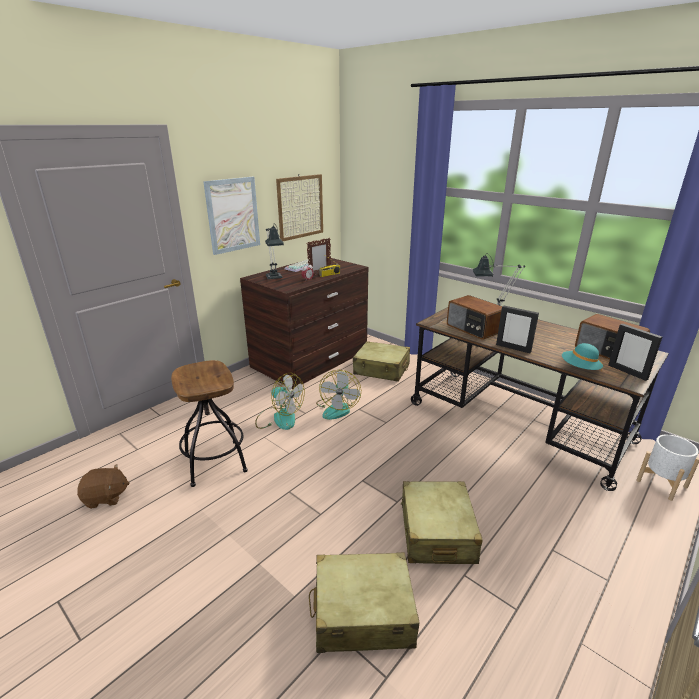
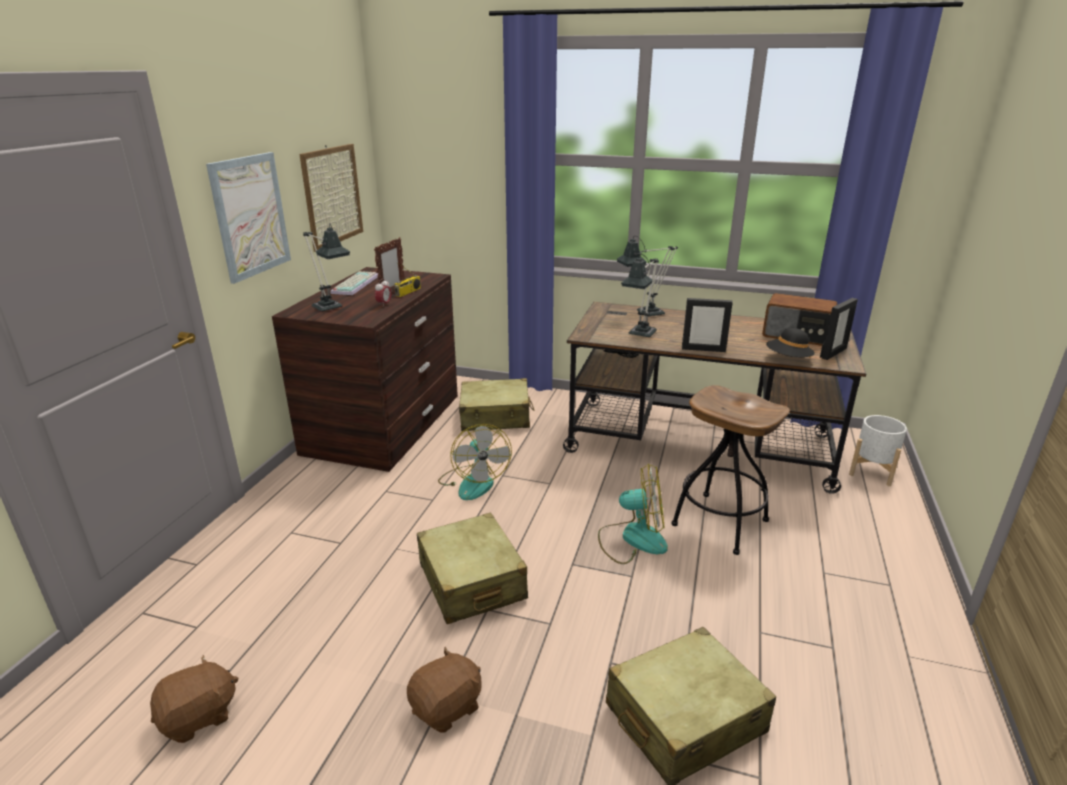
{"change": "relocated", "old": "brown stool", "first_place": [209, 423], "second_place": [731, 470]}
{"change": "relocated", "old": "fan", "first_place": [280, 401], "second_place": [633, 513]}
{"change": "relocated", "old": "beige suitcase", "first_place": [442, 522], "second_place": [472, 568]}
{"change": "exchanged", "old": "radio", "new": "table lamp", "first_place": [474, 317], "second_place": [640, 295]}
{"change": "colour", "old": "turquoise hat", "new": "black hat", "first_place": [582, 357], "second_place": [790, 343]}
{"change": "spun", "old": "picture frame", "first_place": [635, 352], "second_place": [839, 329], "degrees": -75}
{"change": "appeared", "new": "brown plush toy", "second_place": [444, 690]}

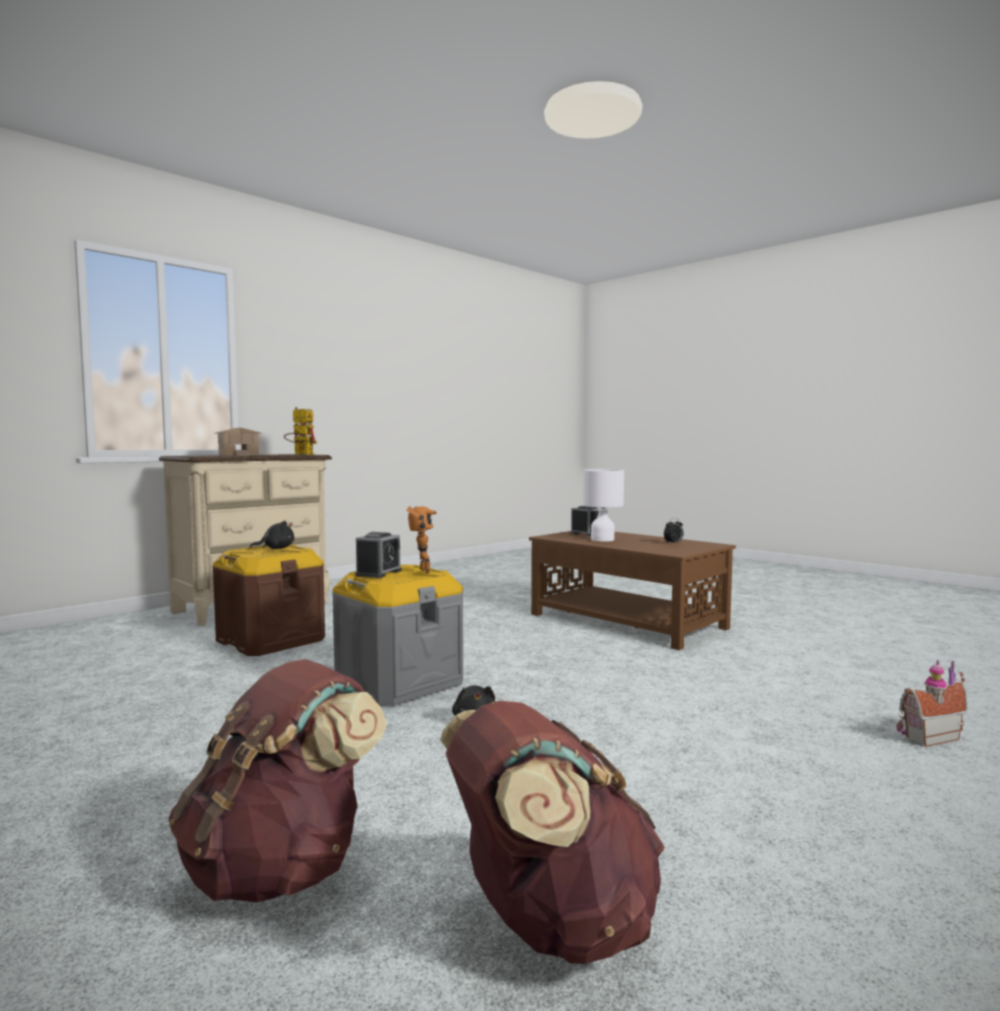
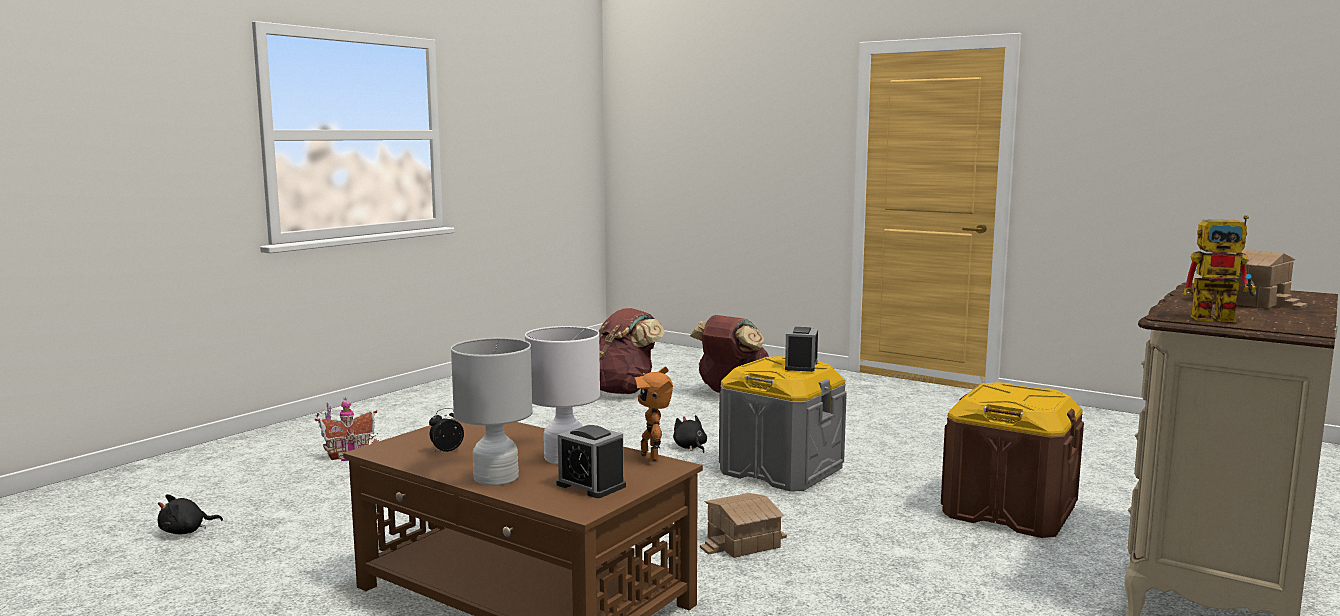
{"change": "relocated", "old": "black plush toy", "first_place": [272, 535], "second_place": [190, 514]}
{"change": "relocated", "old": "toy robot", "first_place": [422, 540], "second_place": [653, 414]}
{"change": "appeared", "new": "grey table lamp", "second_place": [492, 411]}
{"change": "appeared", "new": "toy house", "second_place": [743, 525]}

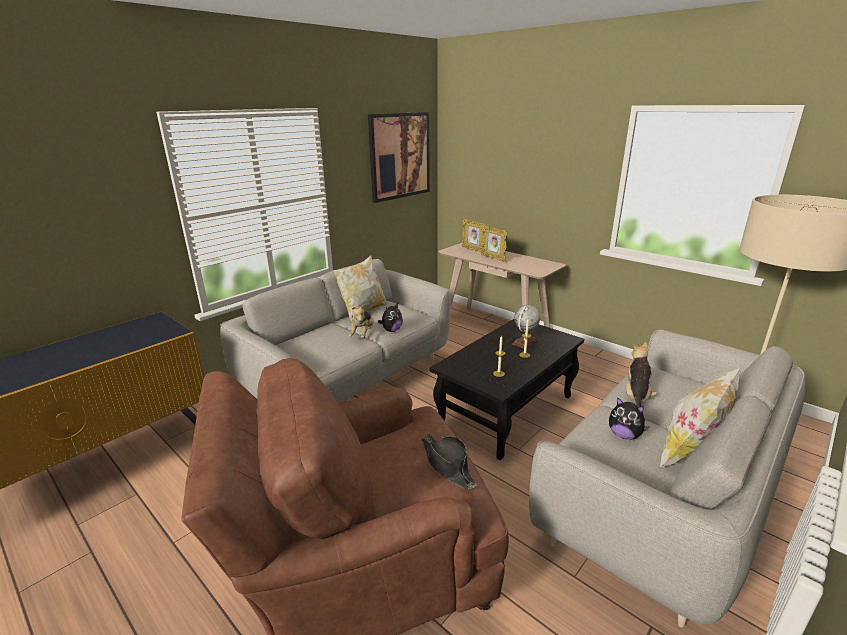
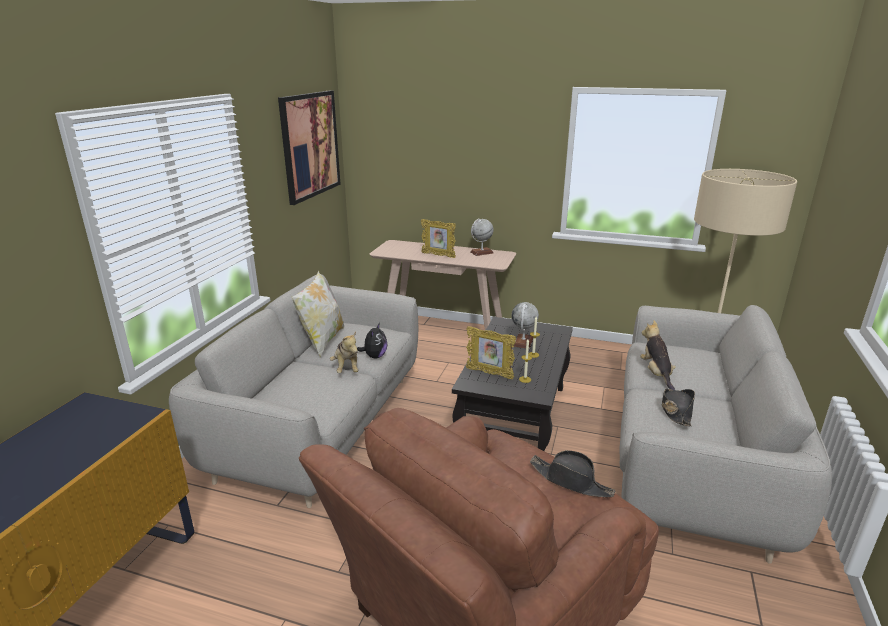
{"change": "relocated", "old": "picture frame", "first_place": [474, 236], "second_place": [491, 352]}
{"change": "exchanged", "old": "plush toy", "new": "black hat", "first_place": [629, 418], "second_place": [678, 407]}
{"change": "missing", "old": "pillow", "first_place": [700, 418]}
{"change": "appeared", "new": "globe", "second_place": [482, 237]}

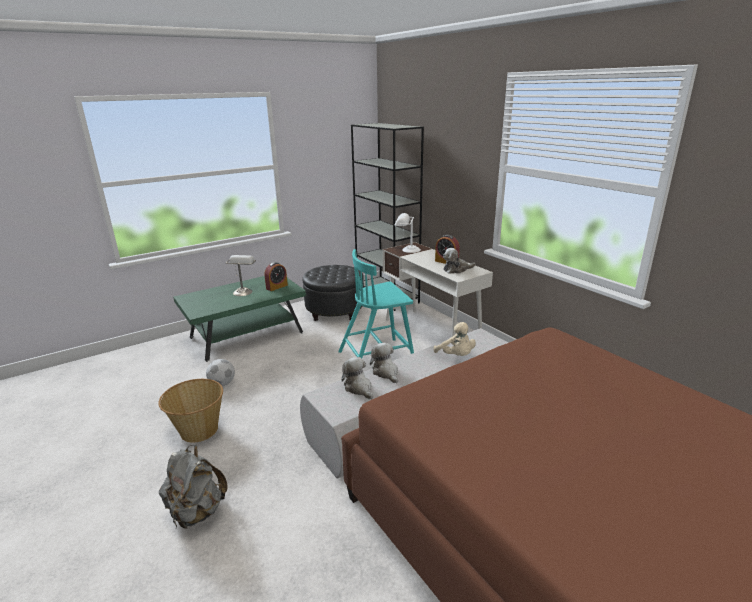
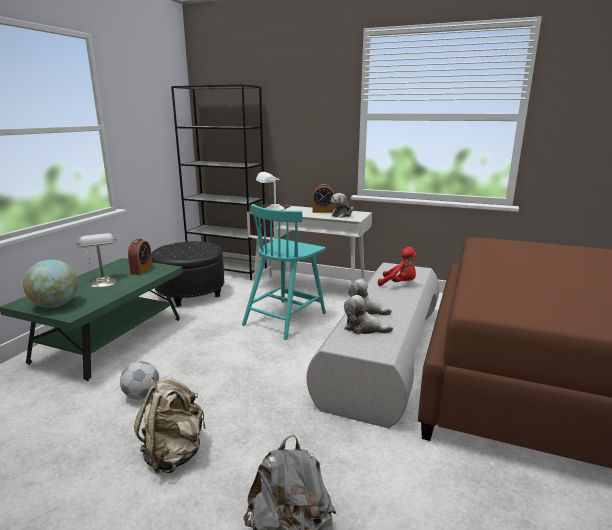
{"change": "exchanged", "old": "basket", "new": "beige backpack", "first_place": [190, 411], "second_place": [169, 425]}
{"change": "colour", "old": "beige plush toy", "new": "red plush toy", "first_place": [455, 339], "second_place": [397, 266]}
{"change": "appeared", "new": "globe", "second_place": [50, 284]}

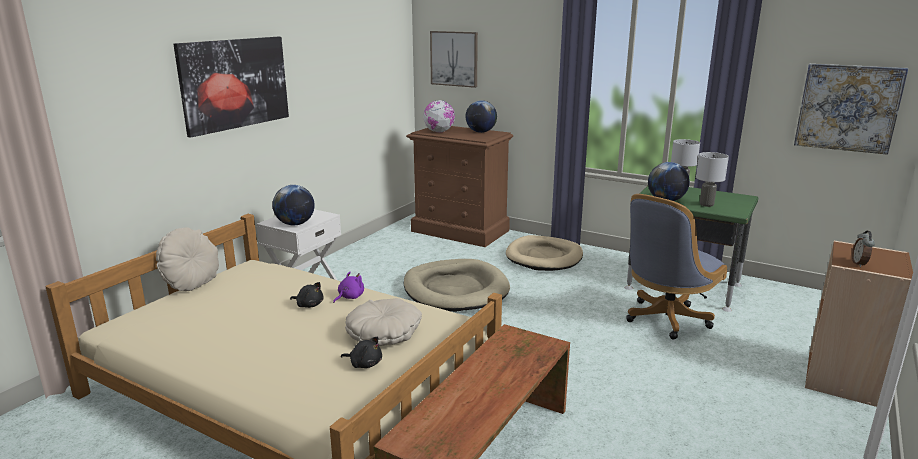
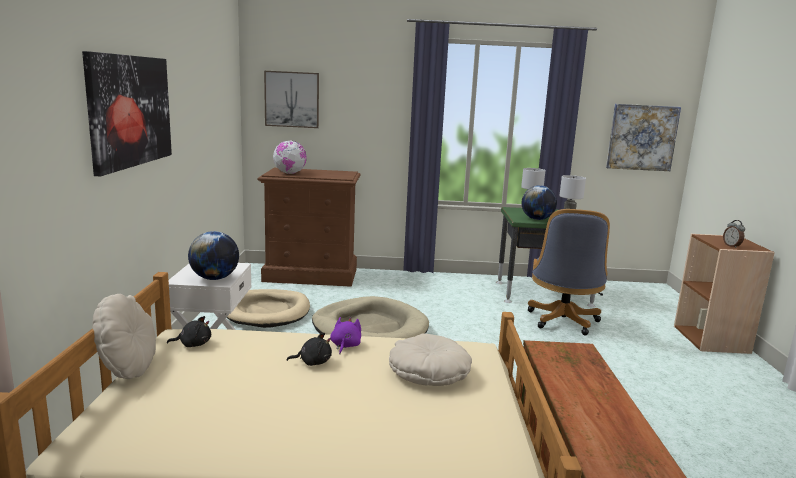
{"change": "relocated", "old": "black plush toy", "first_place": [361, 352], "second_place": [189, 331]}
{"change": "missing", "old": "globe", "first_place": [481, 116]}
{"change": "relocated", "old": "beige dog bed", "first_place": [544, 253], "second_place": [268, 308]}

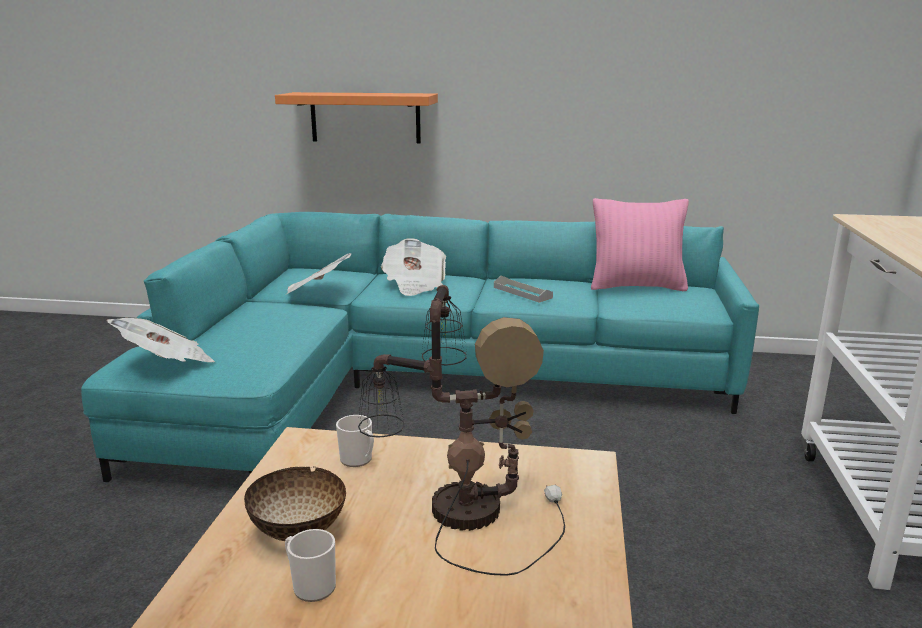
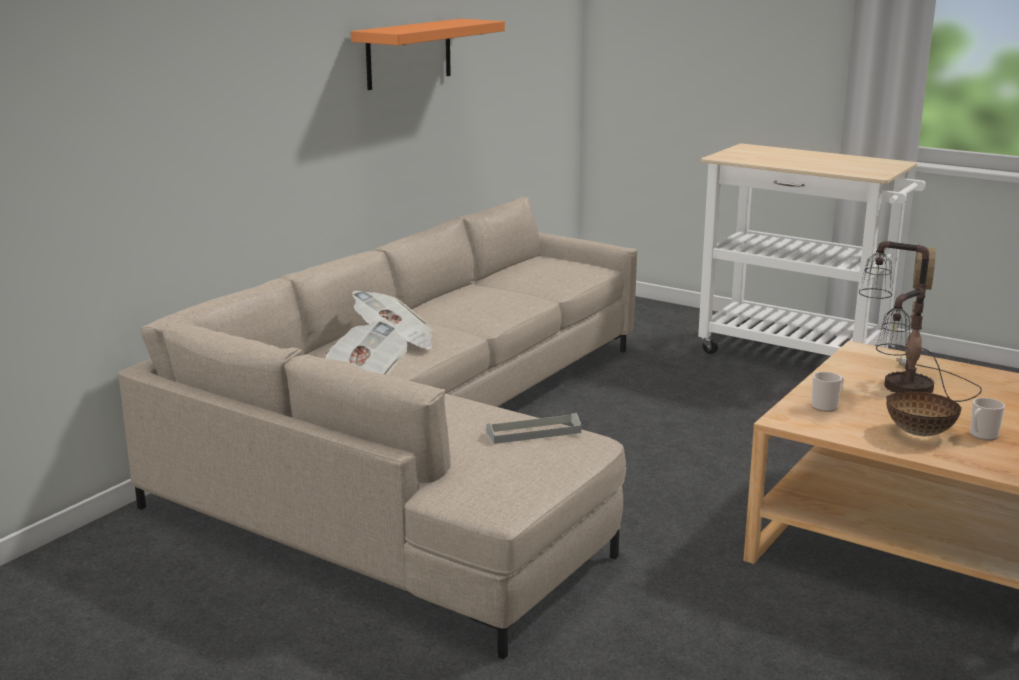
{"change": "colour", "old": "turquoise sofa", "new": "beige sofa", "first_place": [420, 347], "second_place": [377, 427]}
{"change": "missing", "old": "newspaper", "first_place": [161, 340]}
{"change": "relocated", "old": "orange shelf", "first_place": [356, 117], "second_place": [428, 54]}
{"change": "relocated", "old": "grey tray", "first_place": [523, 289], "second_place": [533, 428]}
{"change": "missing", "old": "pink pillow", "first_place": [640, 244]}

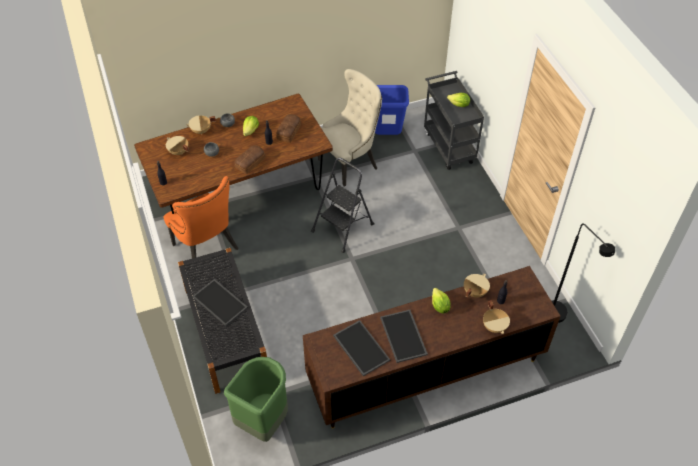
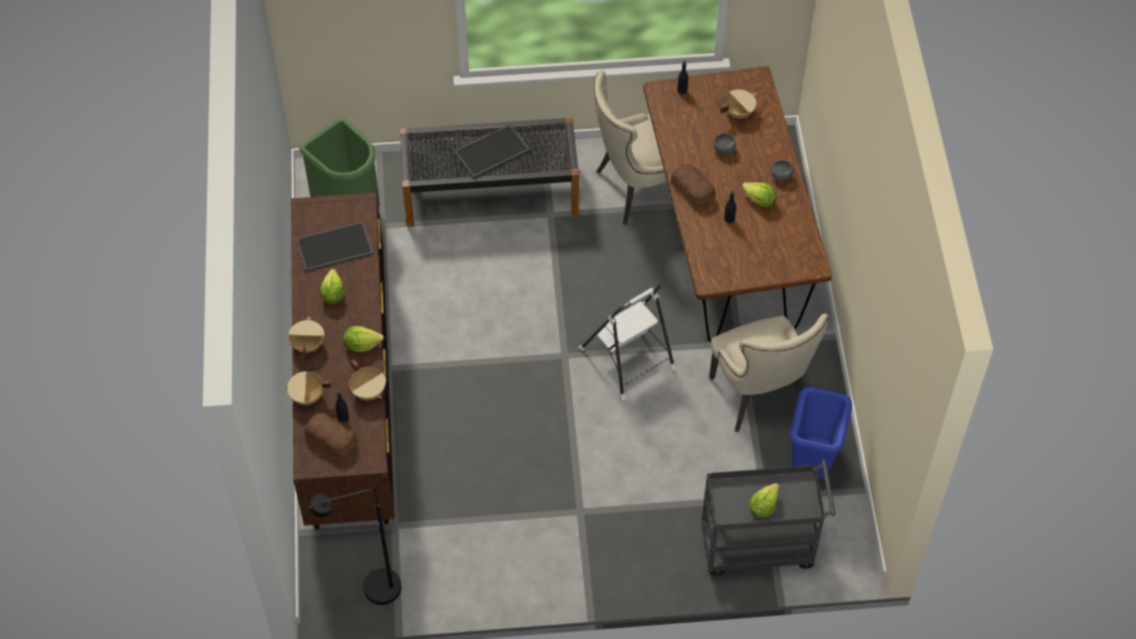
{"change": "colour", "old": "orange chair", "new": "beige chair", "first_place": [200, 217], "second_place": [630, 147]}
{"change": "relocated", "old": "beige cooking pot", "first_place": [201, 125], "second_place": [306, 336]}
{"change": "relocated", "old": "bread", "first_place": [288, 128], "second_place": [331, 435]}
{"change": "colour", "old": "black step ladder", "new": "white step ladder", "first_place": [343, 205], "second_place": [628, 342]}
{"change": "exchanged", "old": "tray", "new": "lettuce", "first_place": [404, 336], "second_place": [332, 286]}

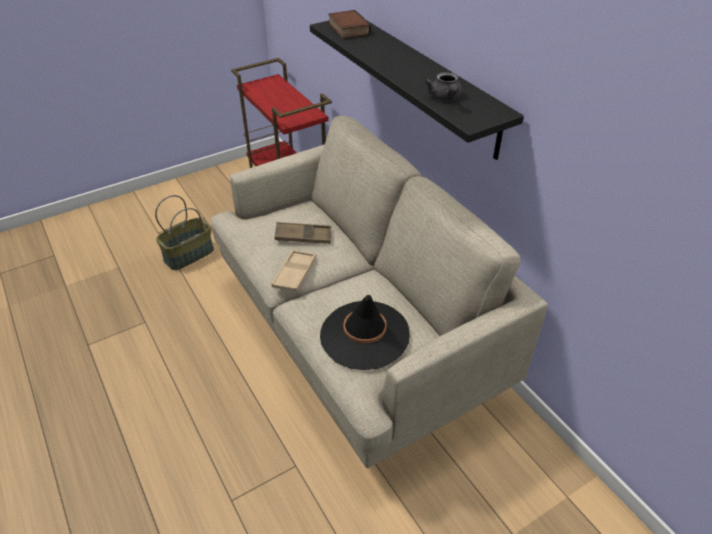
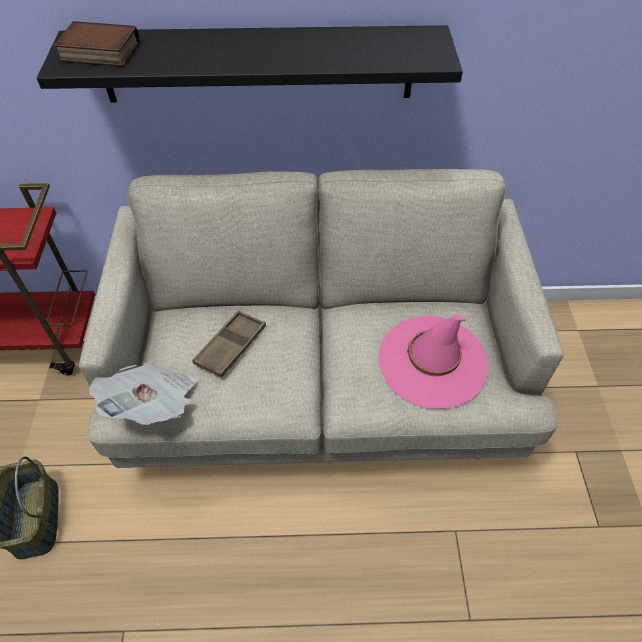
{"change": "missing", "old": "beige tray", "first_place": [294, 271]}
{"change": "colour", "old": "black hat", "new": "pink hat", "first_place": [365, 332], "second_place": [433, 361]}
{"change": "missing", "old": "grey teapot", "first_place": [443, 86]}
{"change": "appeared", "new": "newspaper", "second_place": [143, 393]}

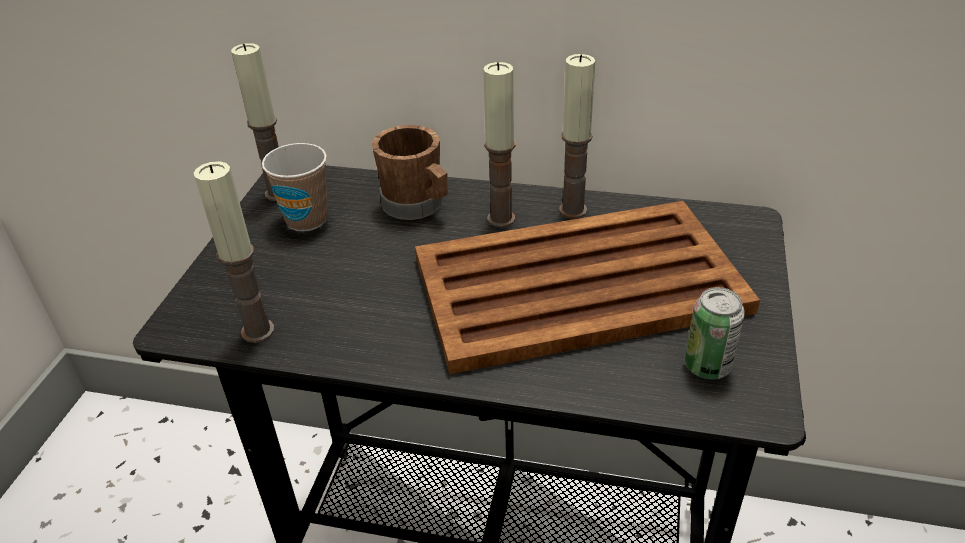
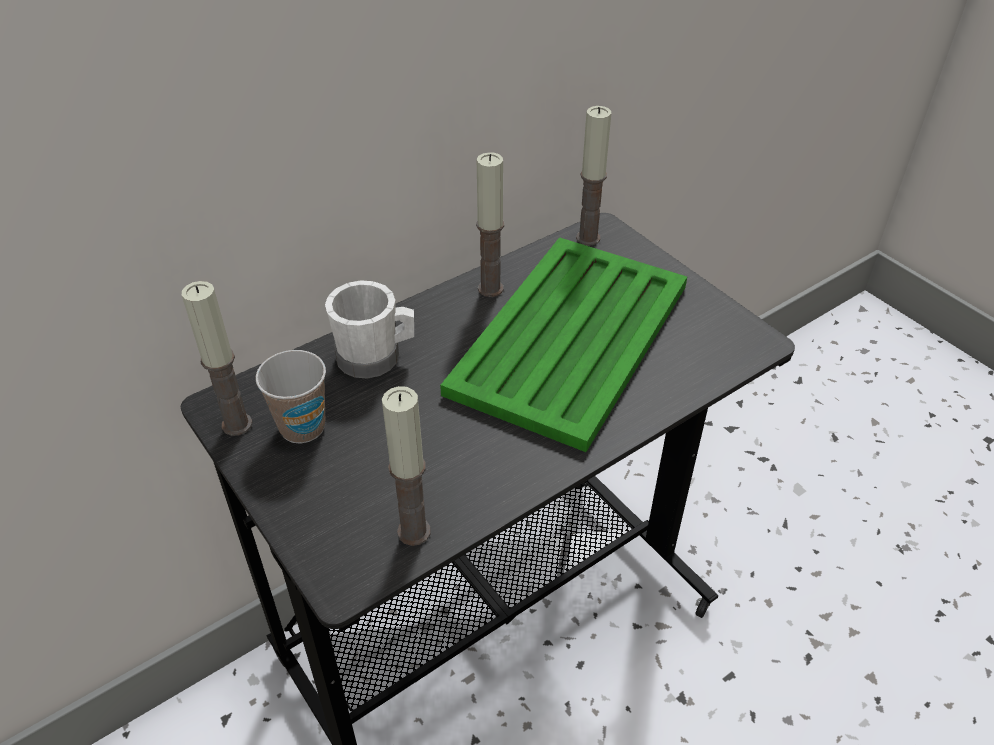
{"change": "colour", "old": "brown mug", "new": "white mug", "first_place": [409, 172], "second_place": [369, 329]}
{"change": "colour", "old": "brown tray", "new": "green tray", "first_place": [587, 287], "second_place": [563, 344]}
{"change": "relocated", "old": "candle", "first_place": [499, 144], "second_place": [593, 175]}
{"change": "missing", "old": "can", "first_place": [715, 333]}

